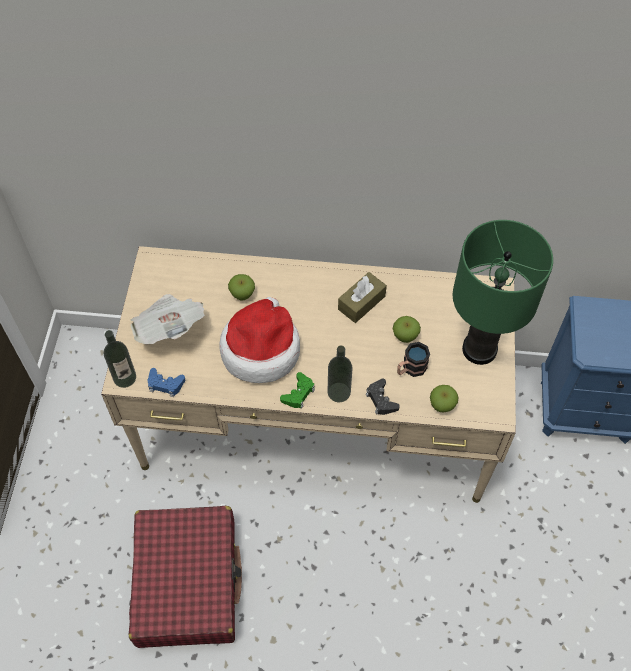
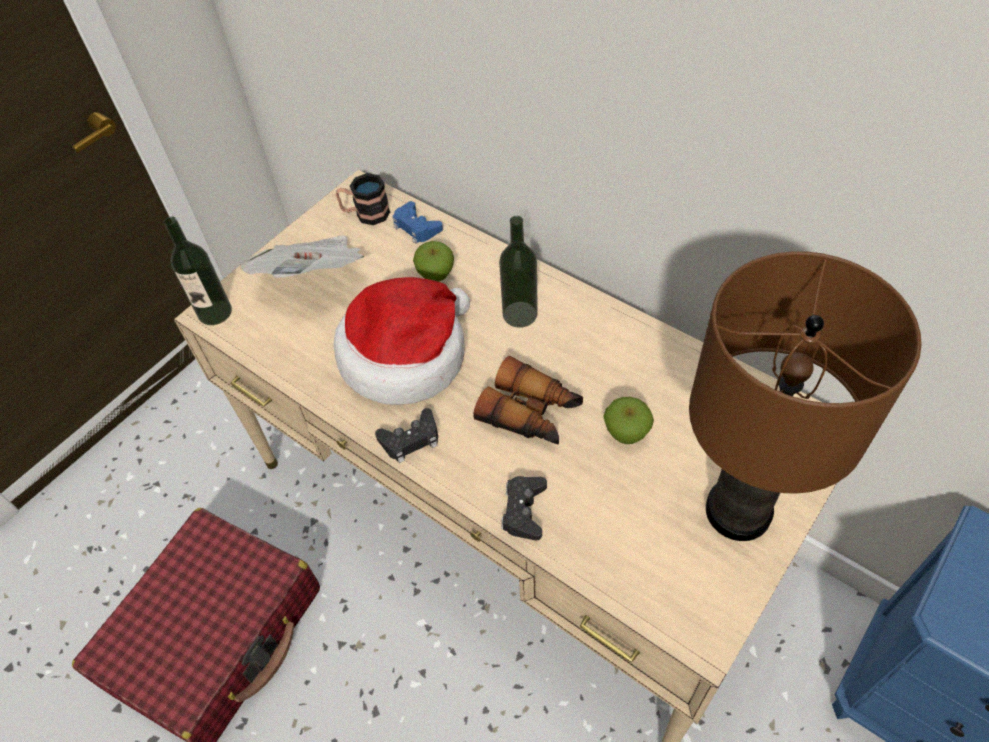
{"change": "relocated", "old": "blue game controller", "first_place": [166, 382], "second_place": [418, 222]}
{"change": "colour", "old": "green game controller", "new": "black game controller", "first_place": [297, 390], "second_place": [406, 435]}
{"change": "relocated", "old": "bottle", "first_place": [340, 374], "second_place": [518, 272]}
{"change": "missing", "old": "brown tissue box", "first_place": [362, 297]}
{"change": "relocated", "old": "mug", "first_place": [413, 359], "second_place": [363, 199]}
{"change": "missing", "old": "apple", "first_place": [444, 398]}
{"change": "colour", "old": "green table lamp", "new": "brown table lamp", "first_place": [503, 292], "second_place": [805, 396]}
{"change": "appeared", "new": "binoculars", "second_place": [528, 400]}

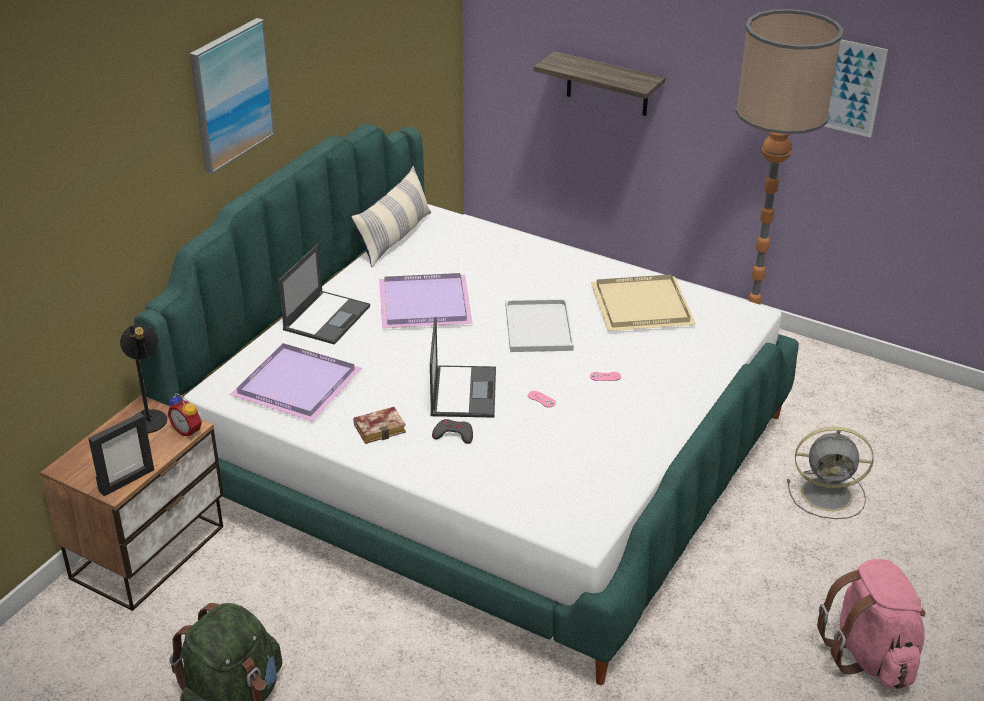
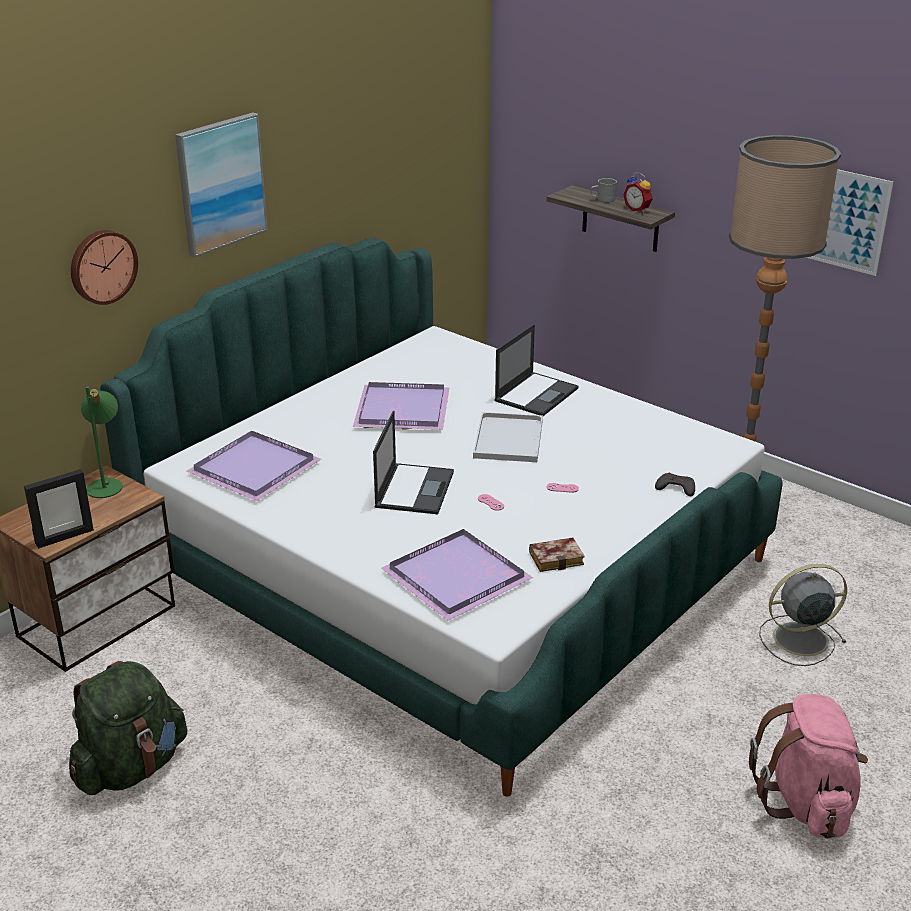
{"change": "colour", "old": "black table lamp", "new": "green table lamp", "first_place": [143, 378], "second_place": [102, 442]}
{"change": "relocated", "old": "alarm clock", "first_place": [185, 415], "second_place": [638, 192]}
{"change": "relocated", "old": "laptop", "first_place": [324, 294], "second_place": [536, 370]}
{"change": "missing", "old": "pillow", "first_place": [391, 216]}
{"change": "relocated", "old": "book", "first_place": [379, 425], "second_place": [557, 555]}
{"change": "relocated", "old": "grey game controller", "first_place": [452, 431], "second_place": [675, 484]}
{"change": "missing", "old": "beige tray", "first_place": [644, 302]}
{"change": "spun", "old": "grey fan", "first_place": [830, 473], "second_place": [803, 615], "degrees": 150}
{"change": "appeared", "new": "wall clock", "second_place": [104, 267]}
{"change": "appeared", "new": "purple tray", "second_place": [457, 575]}
{"change": "appeared", "new": "grey mug", "second_place": [604, 190]}

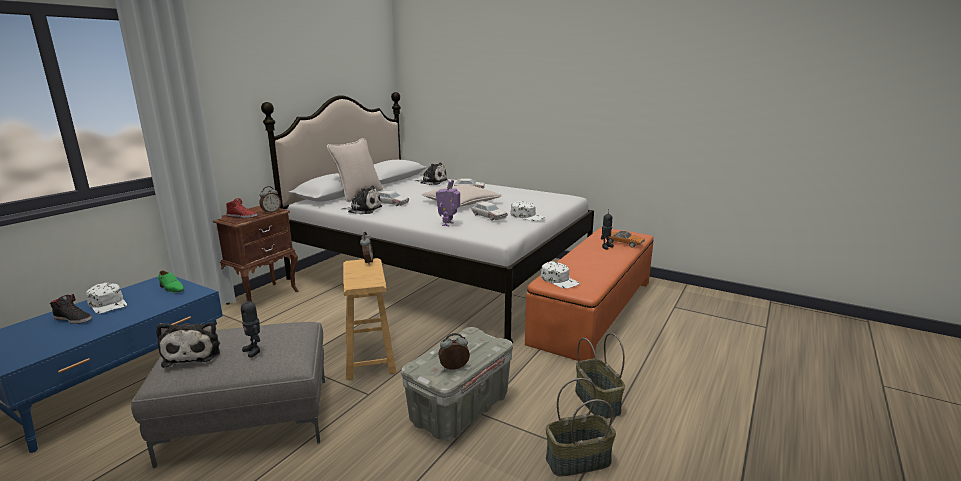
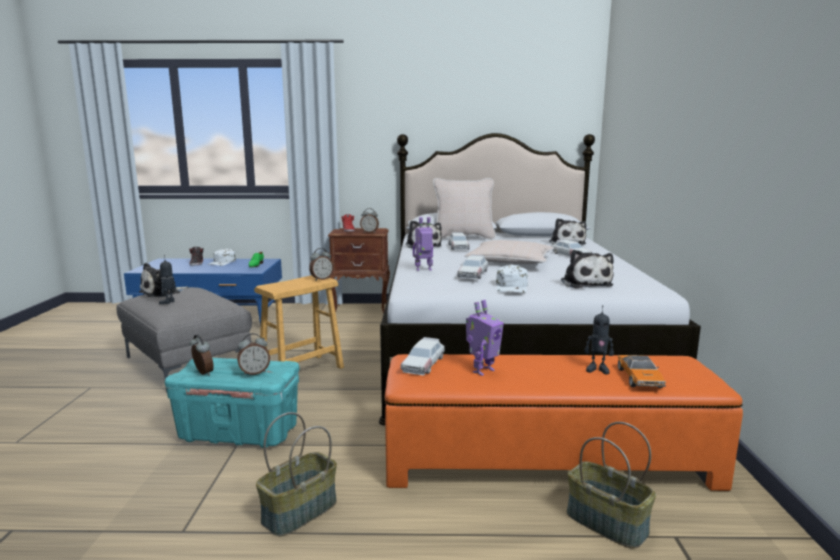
{"change": "colour", "old": "grey storage box", "new": "turquoise storage box", "first_place": [457, 384], "second_place": [232, 403]}
{"change": "exchanged", "old": "white cap", "new": "toy car", "first_place": [560, 275], "second_place": [422, 356]}
{"change": "relocated", "old": "basket", "first_place": [581, 427], "second_place": [611, 485]}
{"change": "appeared", "new": "alarm clock", "second_place": [253, 354]}
{"change": "appeared", "new": "toy robot", "second_place": [485, 338]}
{"change": "appeared", "new": "plush toy", "second_place": [587, 269]}

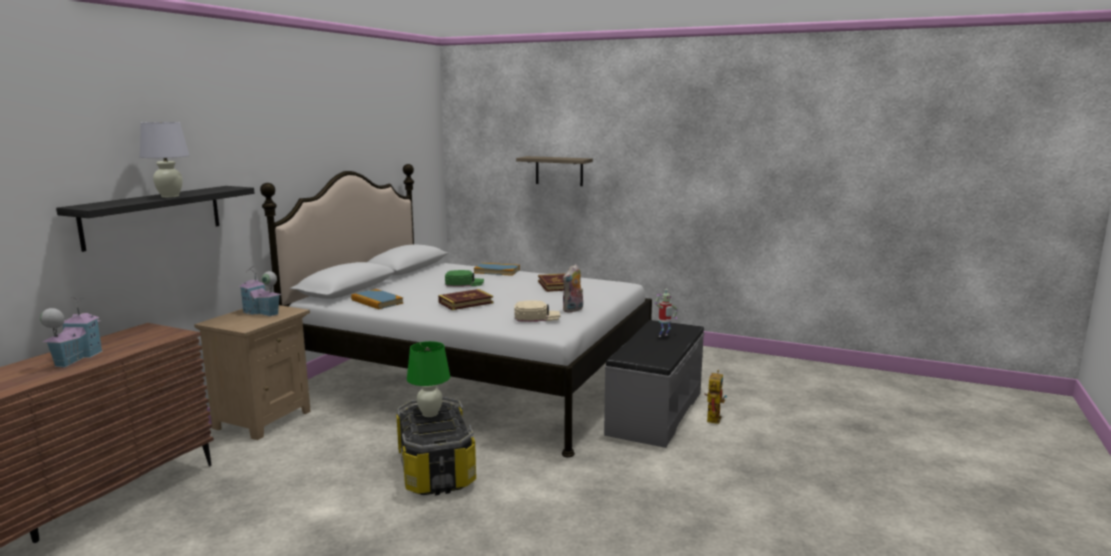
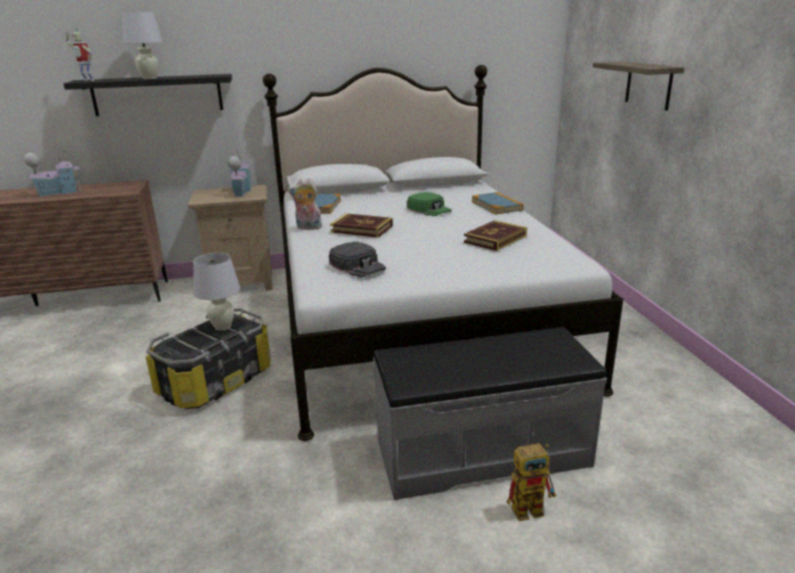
{"change": "colour", "old": "green table lamp", "new": "white table lamp", "first_place": [428, 379], "second_place": [216, 292]}
{"change": "colour", "old": "beige cap", "new": "black cap", "first_place": [537, 311], "second_place": [357, 259]}
{"change": "relocated", "old": "plush toy", "first_place": [573, 288], "second_place": [305, 204]}
{"change": "relocated", "old": "toy robot", "first_place": [666, 313], "second_place": [79, 54]}

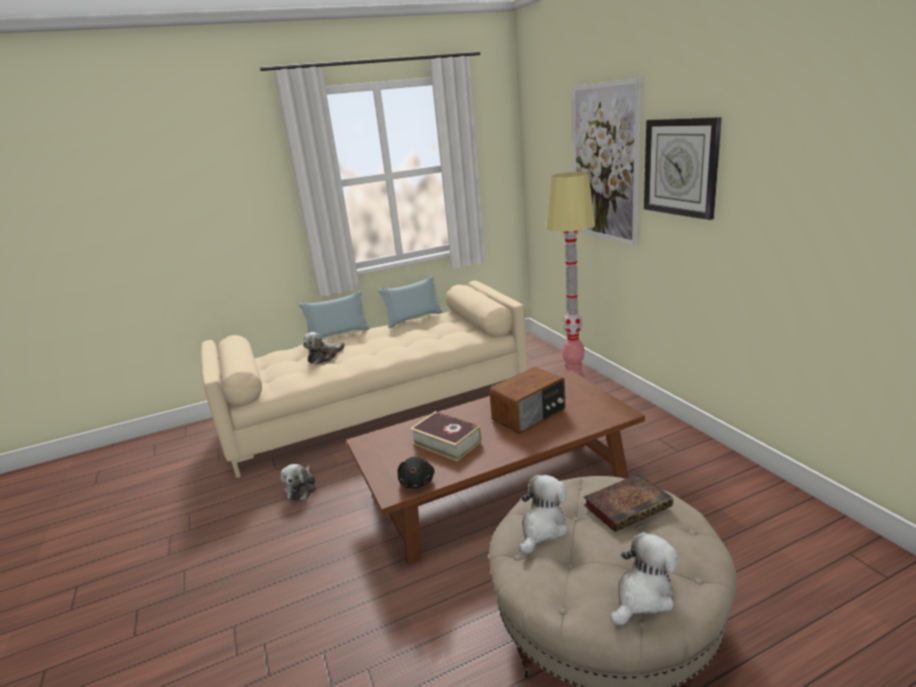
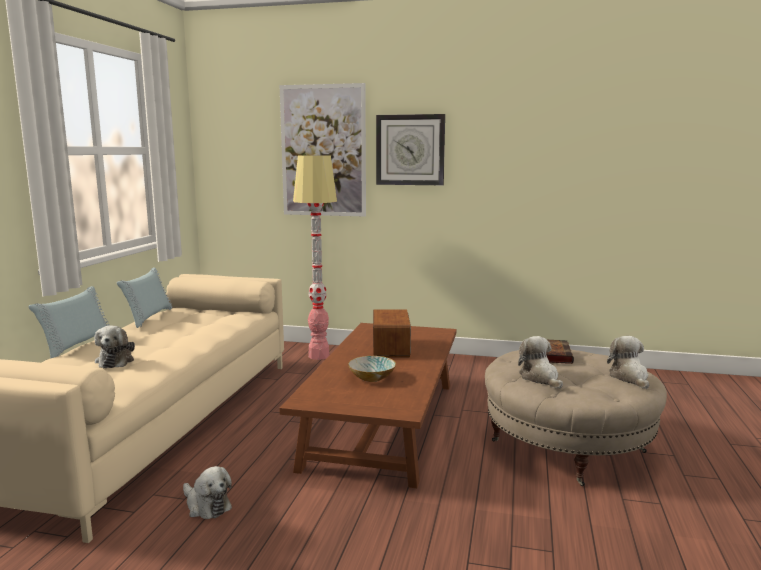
{"change": "missing", "old": "black plush toy", "first_place": [416, 472]}
{"change": "exchanged", "old": "book", "new": "bowl", "first_place": [446, 436], "second_place": [372, 369]}

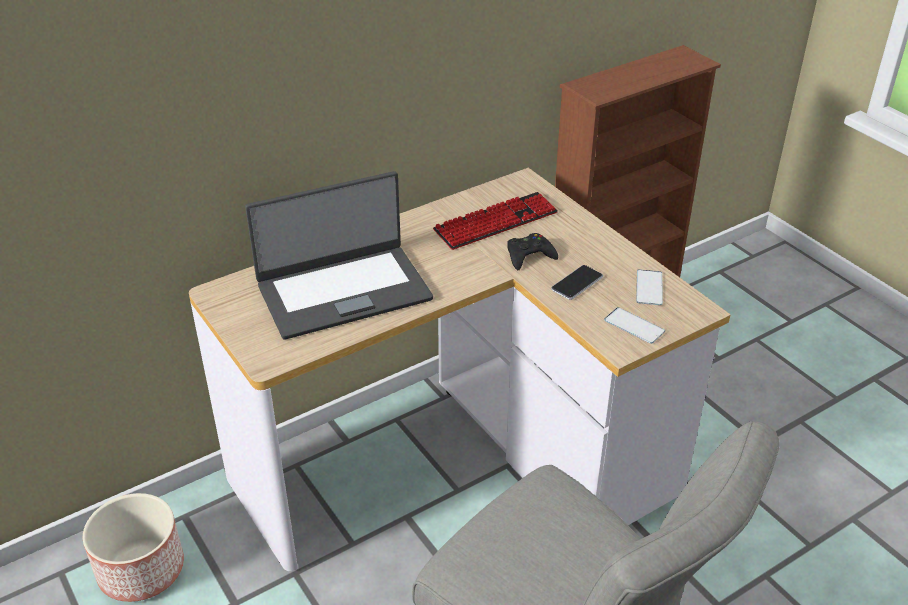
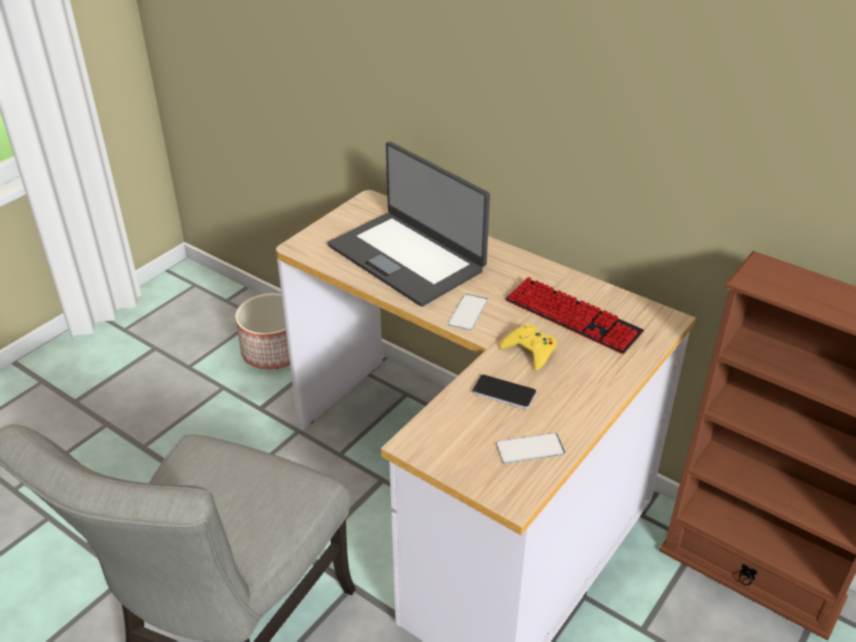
{"change": "colour", "old": "black game controller", "new": "yellow game controller", "first_place": [532, 251], "second_place": [528, 347]}
{"change": "relocated", "old": "phone", "first_place": [634, 325], "second_place": [468, 312]}

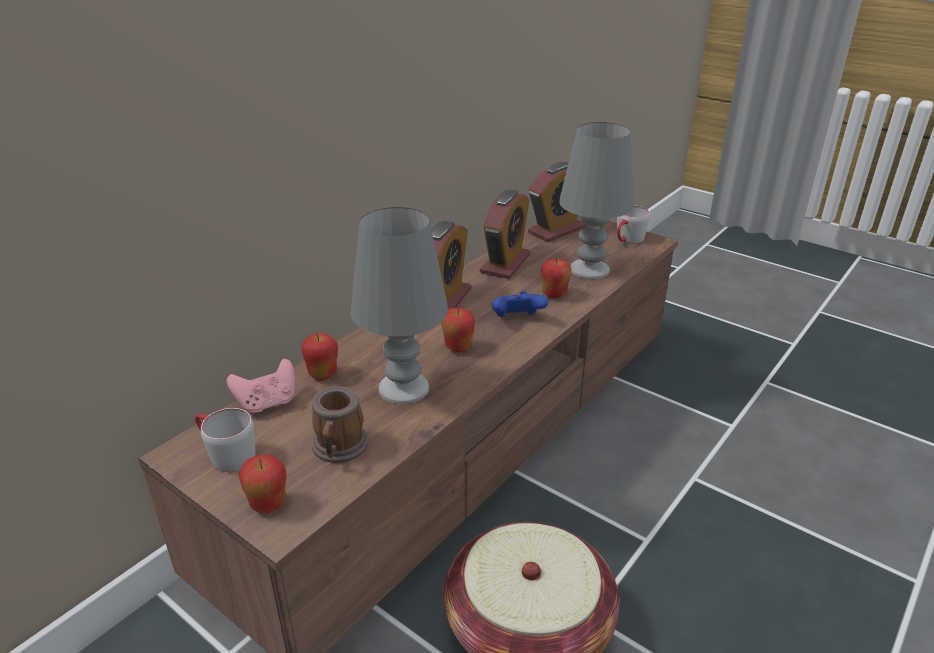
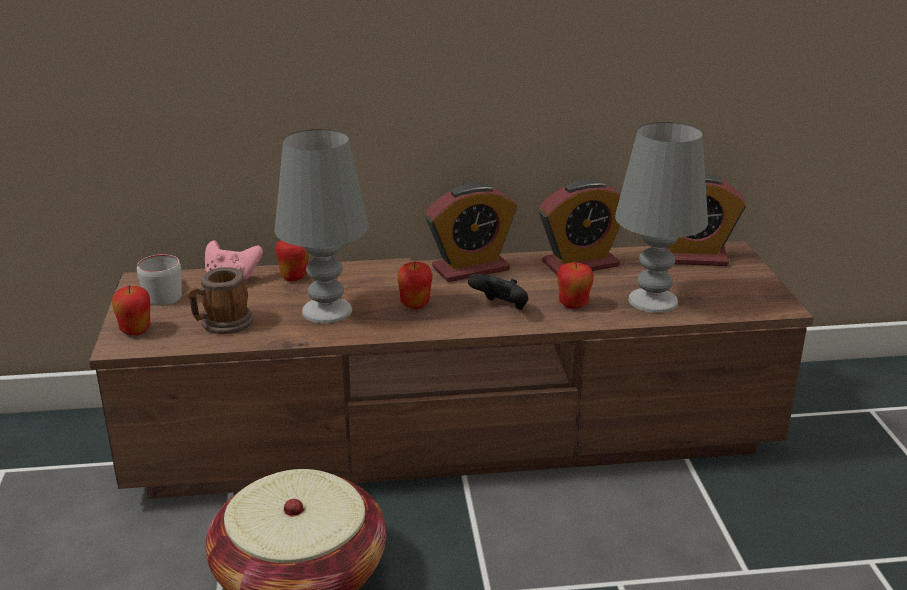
{"change": "colour", "old": "blue game controller", "new": "black game controller", "first_place": [520, 304], "second_place": [498, 292]}
{"change": "missing", "old": "grey mug", "first_place": [633, 224]}

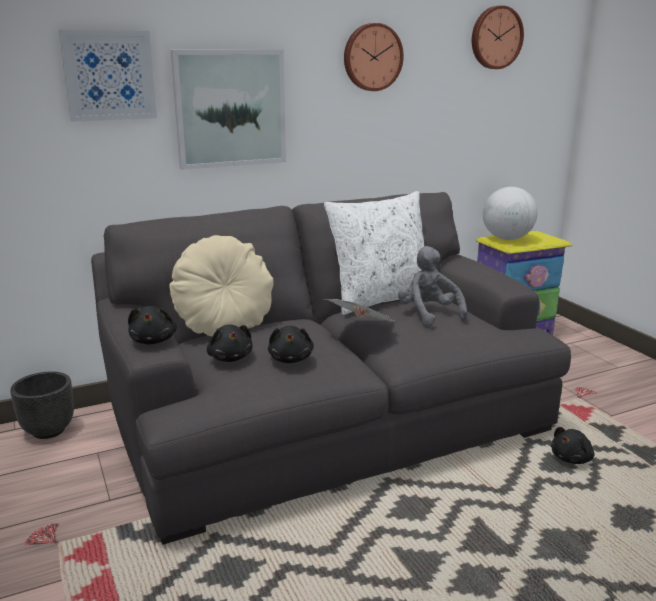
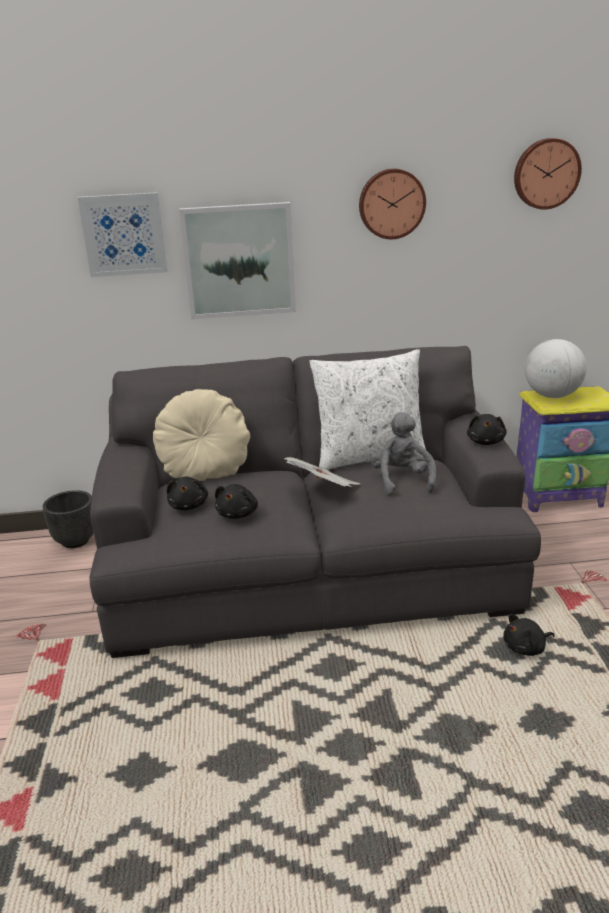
{"change": "relocated", "old": "black plush toy", "first_place": [152, 325], "second_place": [487, 429]}

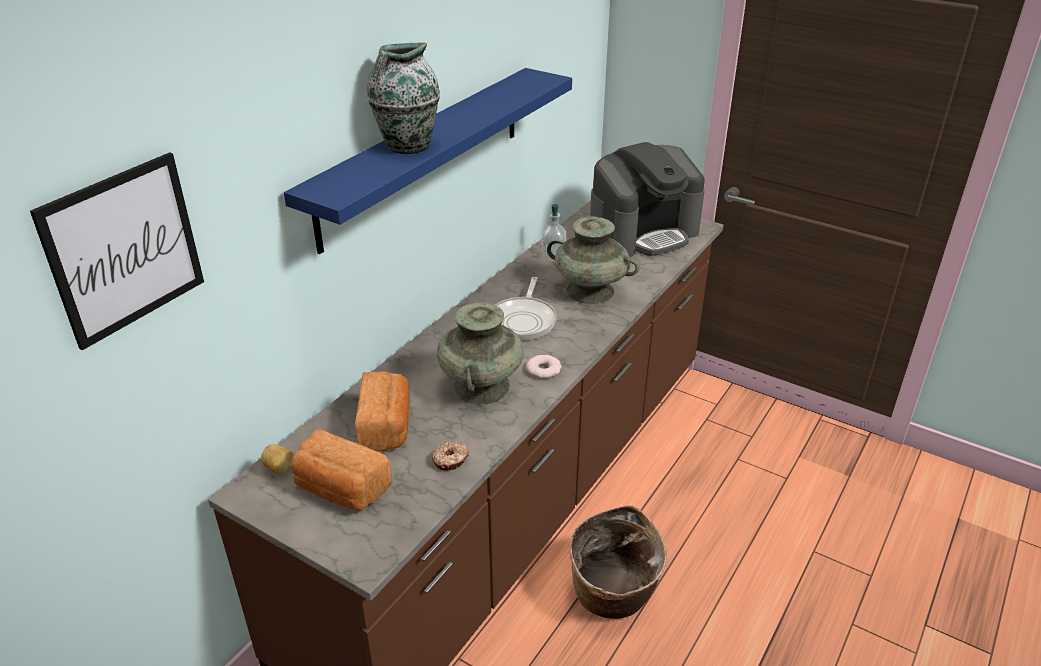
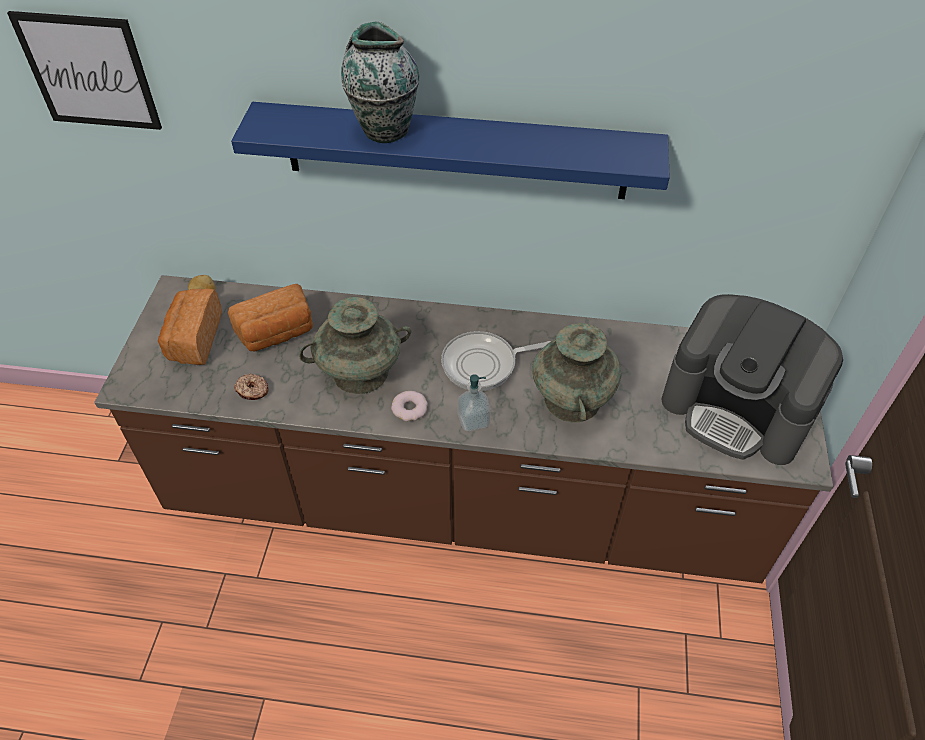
{"change": "relocated", "old": "soap dispenser", "first_place": [554, 230], "second_place": [474, 403]}
{"change": "missing", "old": "basket", "first_place": [618, 562]}

